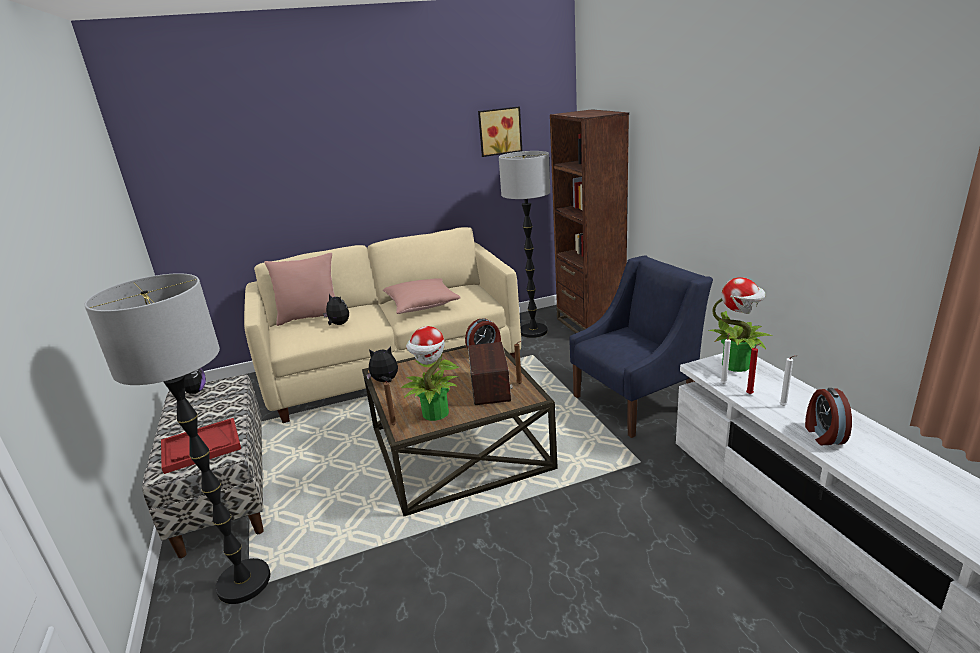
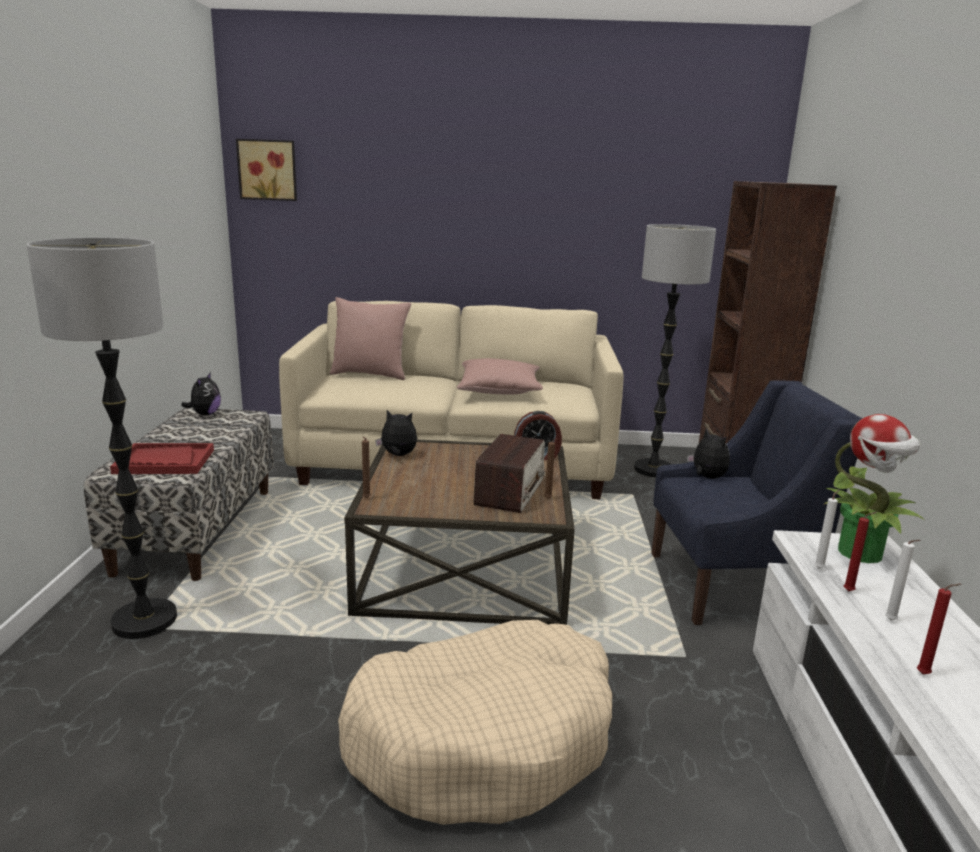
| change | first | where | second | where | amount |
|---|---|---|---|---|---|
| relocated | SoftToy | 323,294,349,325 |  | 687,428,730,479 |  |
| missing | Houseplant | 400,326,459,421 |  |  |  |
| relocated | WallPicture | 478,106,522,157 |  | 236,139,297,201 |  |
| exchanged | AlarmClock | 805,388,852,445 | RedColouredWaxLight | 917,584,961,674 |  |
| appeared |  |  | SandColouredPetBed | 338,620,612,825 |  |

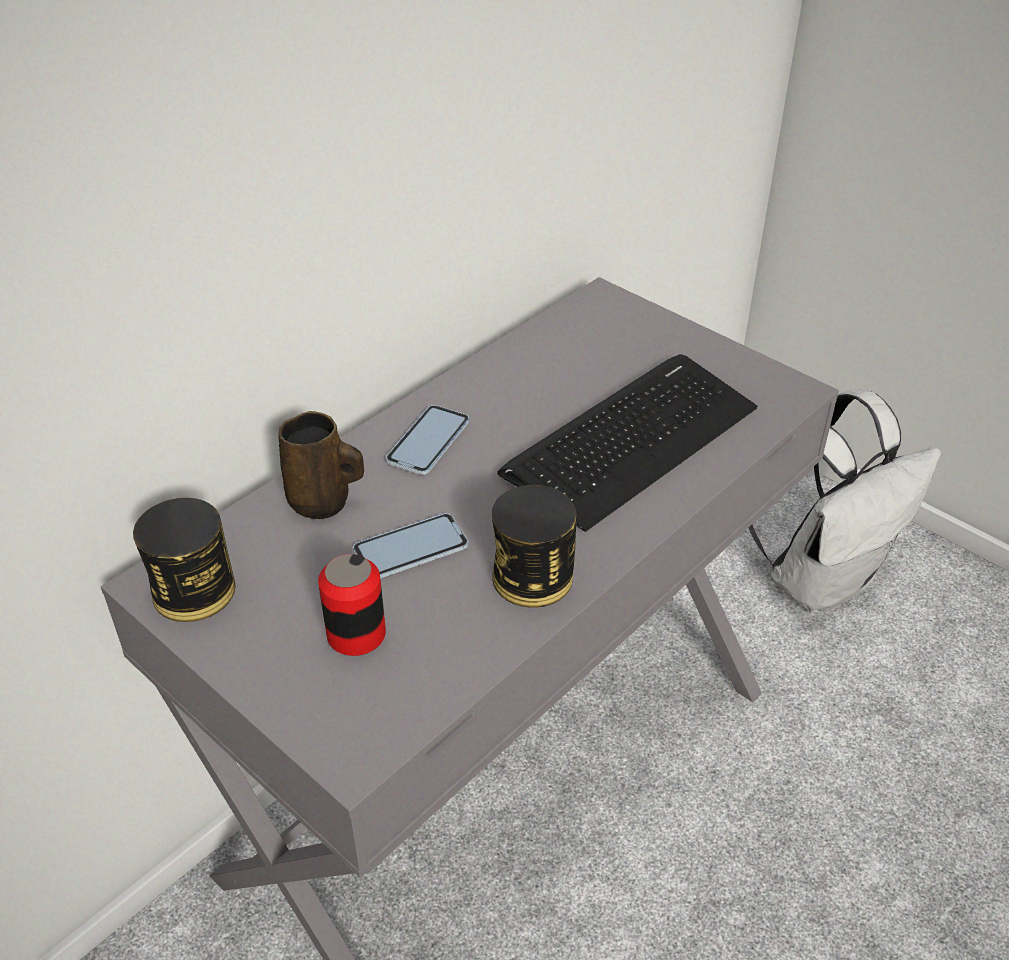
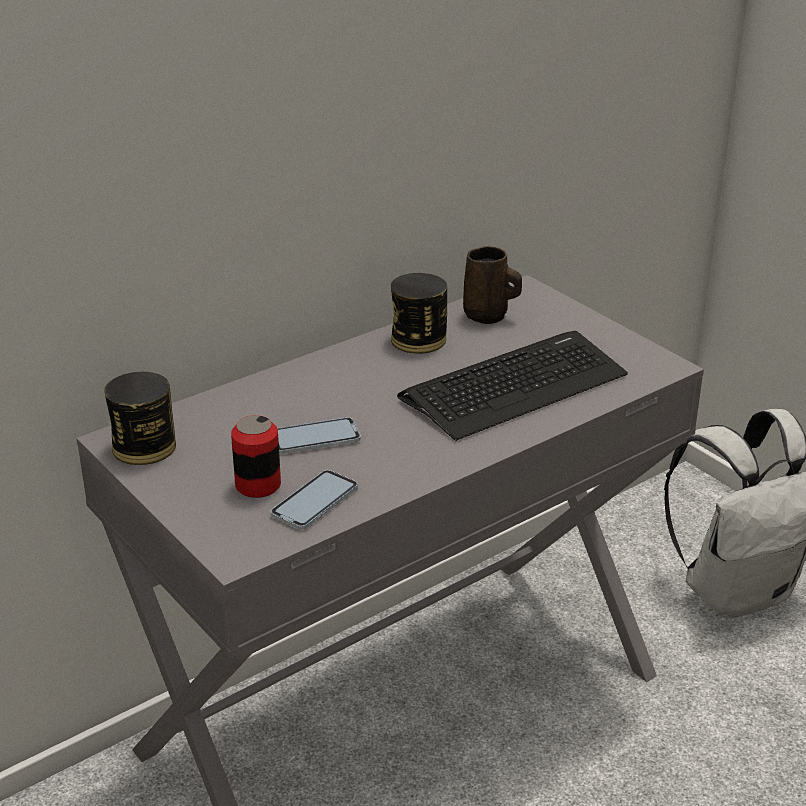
| change | first | where | second | where | amount |
|---|---|---|---|---|---|
| relocated | BrownColouredCoffeeMug | 279,411,364,519 |  | 463,246,522,324 |  |
| relocated | Phone | 386,405,469,475 |  | 270,470,358,529 |  |
| relocated | Can | 492,485,576,608 |  | 391,273,447,354 |  |

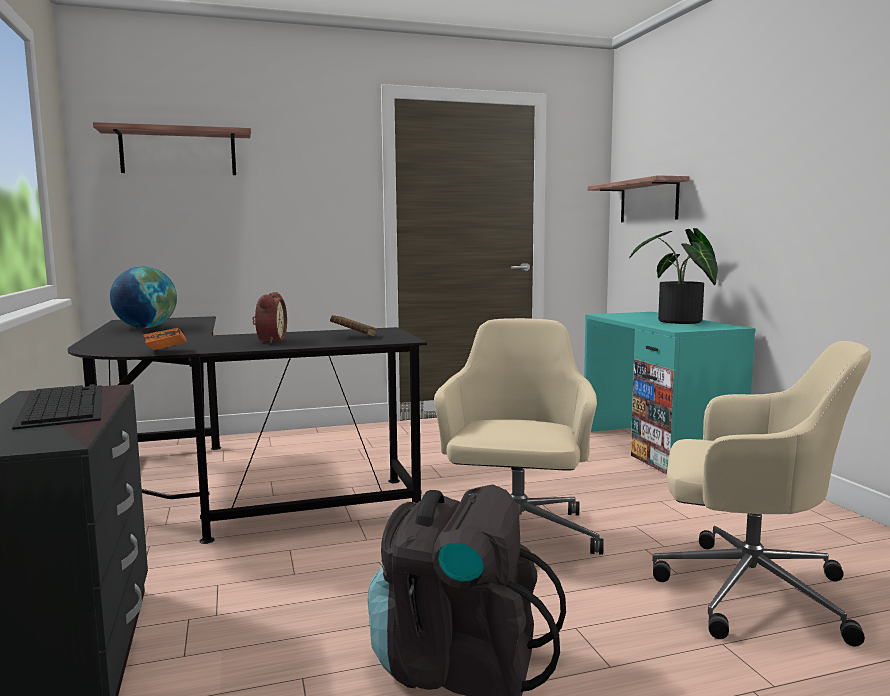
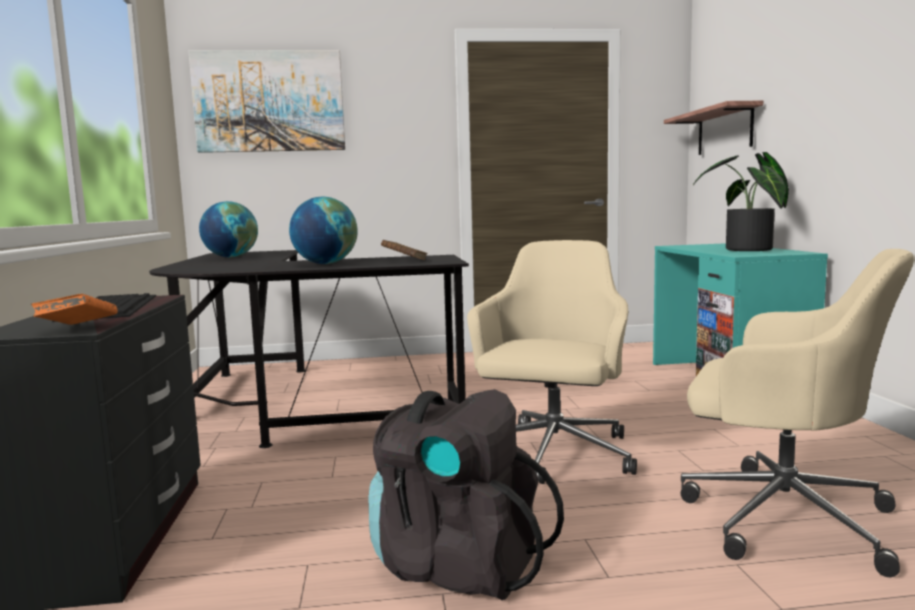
| change | first | where | second | where | amount |
|---|---|---|---|---|---|
| exchanged | BracketShelf | 93,122,251,175 | WallPicture | 189,50,345,153 |  |
| relocated | OrangeyBoundBook | 143,328,186,350 |  | 30,294,118,325 |  |
| exchanged | AlarmClock | 252,292,287,343 | WorldGlobe | 289,197,358,264 |  |

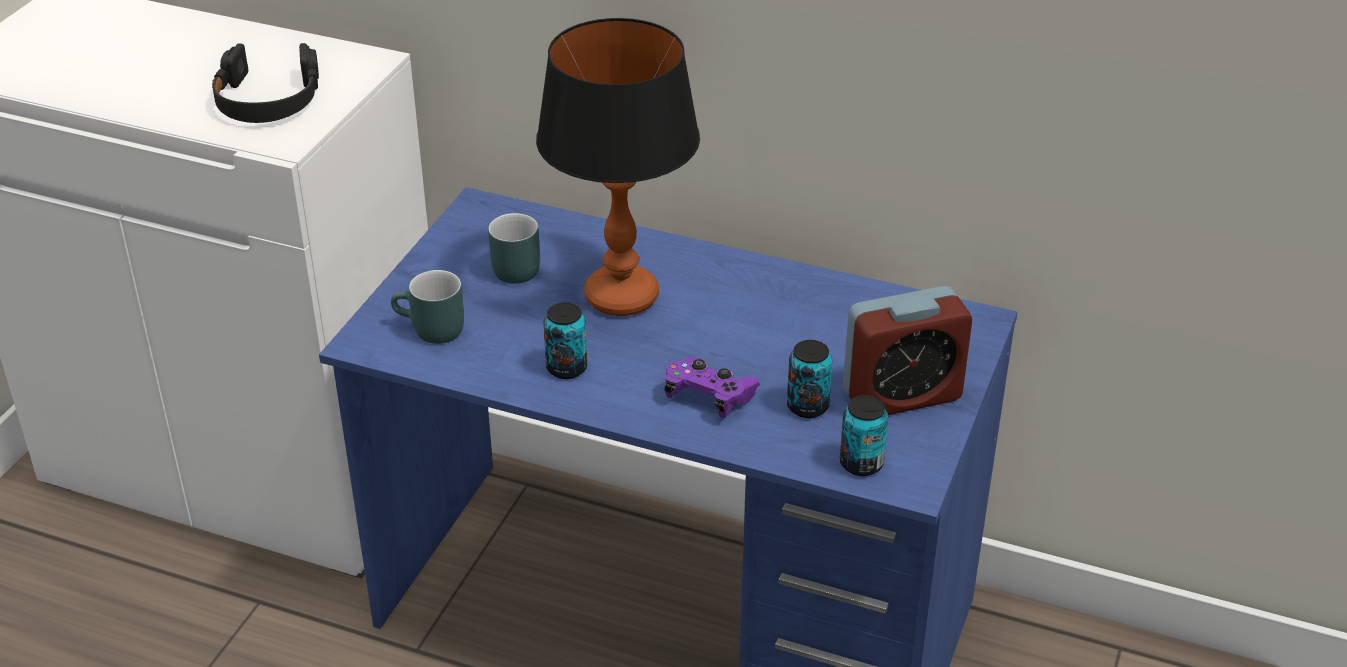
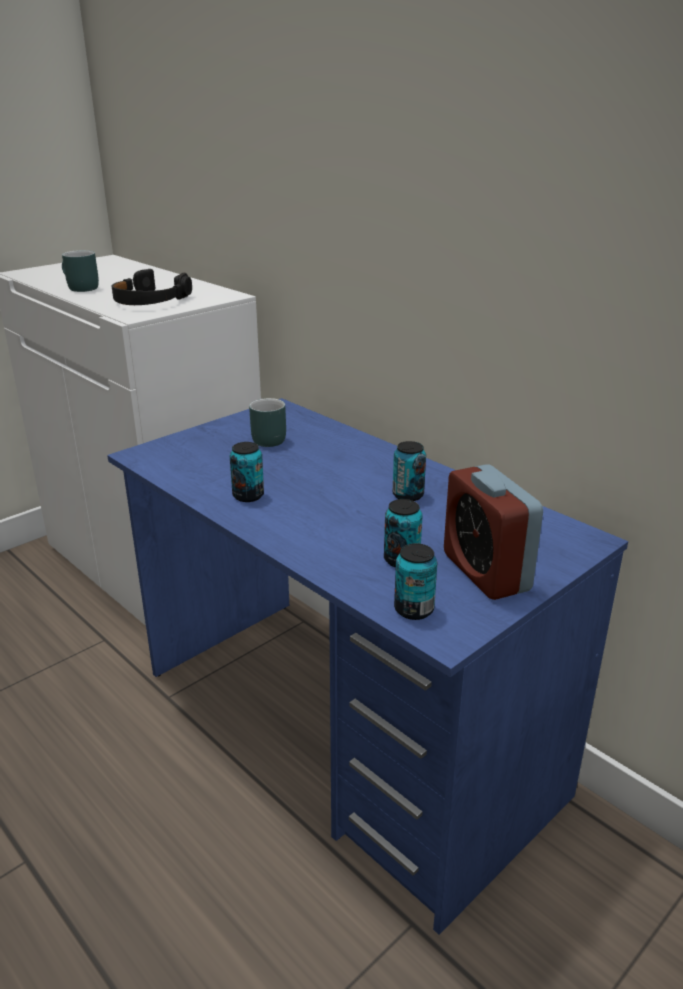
| change | first | where | second | where | amount |
|---|---|---|---|---|---|
| relocated | TurquoiseCoffeeMug | 391,270,464,344 |  | 62,250,99,292 |  |
| missing | LampForATable | 536,18,700,316 |  |  |  |
| missing | PurpleGameController | 665,356,760,418 |  |  |  |
| spun | AlarmClock | 843,286,972,415 |  | 444,464,543,600 | 60 degrees clockwise |
| appeared |  |  | Can | 393,441,426,501 |  |

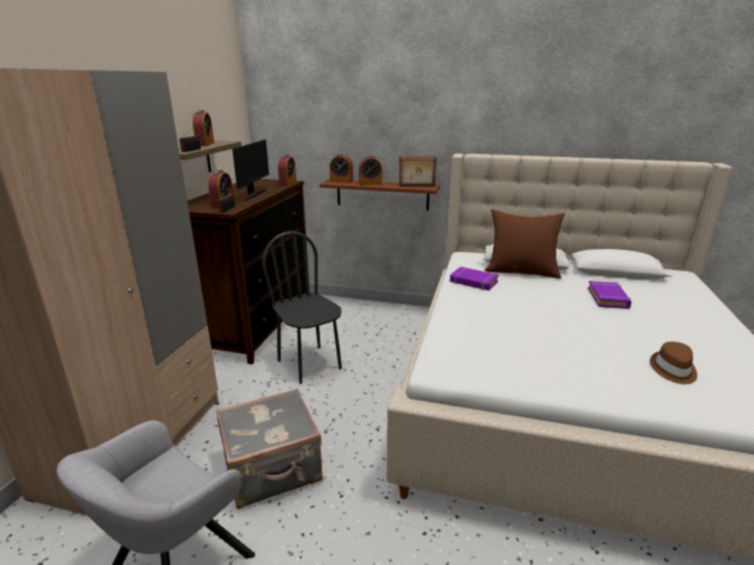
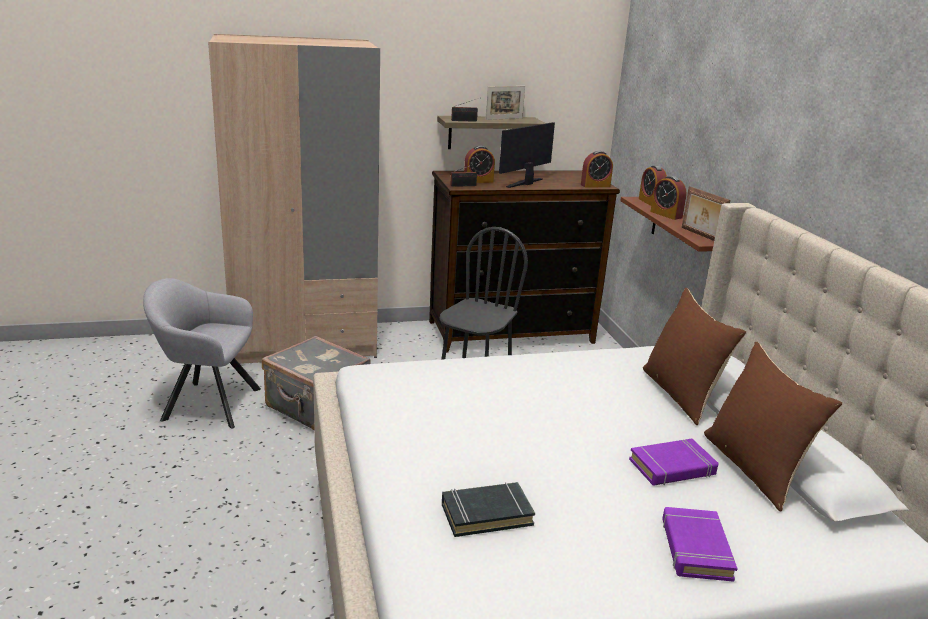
| change | first | where | second | where | amount |
|---|---|---|---|---|---|
| exchanged | AlarmClock | 193,110,214,146 | PhotoFrame | 485,86,525,120 |  |
| spun | ComputerScreen | 232,140,269,201 |  | 499,122,555,188 | 150 degrees clockwise |
| relocated | PurpleBoundBook | 450,267,499,291 |  | 662,507,738,582 |  |
| exchanged | BrownColouredHat | 650,342,697,384 | BlackColouredBoundBook | 442,482,535,537 |  |
| appeared |  |  | BrownColouredCushion | 704,342,843,511 |  |

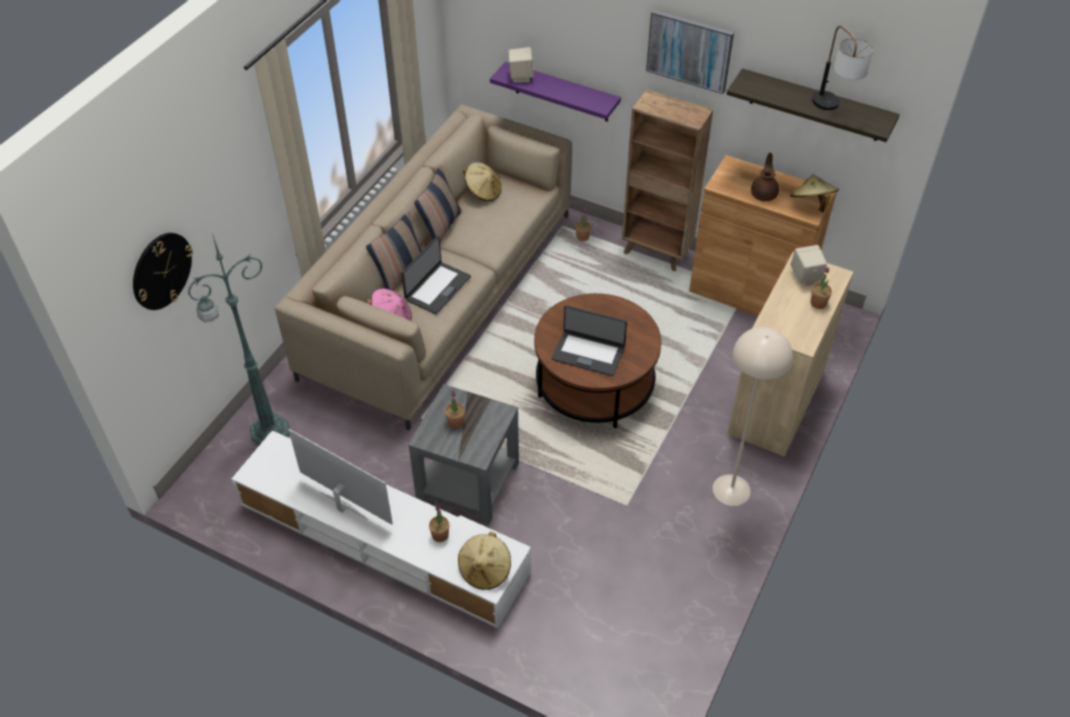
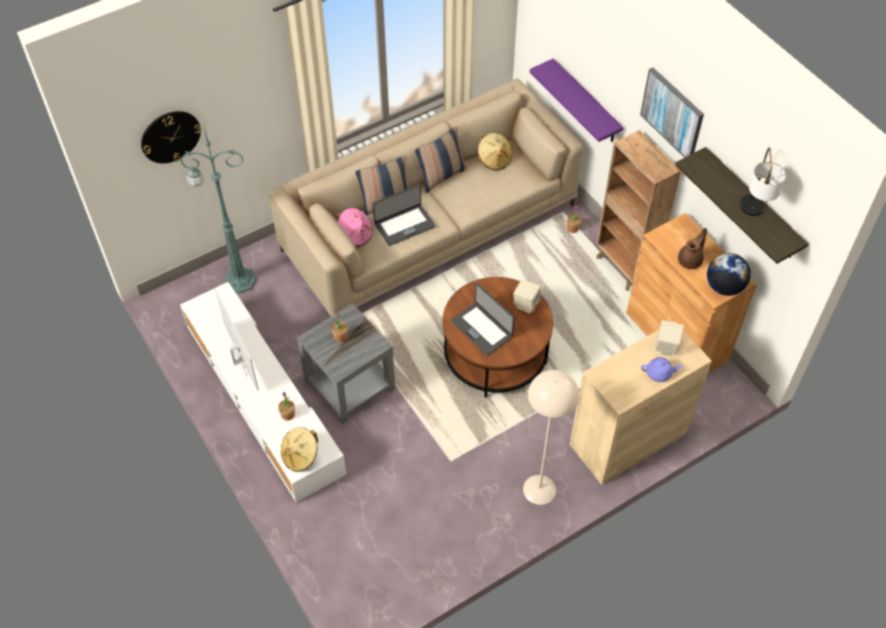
| change | first | where | second | where | amount |
|---|---|---|---|---|---|
| relocated | SandColouredSpeaker | 508,47,534,82 |  | 513,280,541,314 |  |
| exchanged | SandColouredHat | 790,174,839,212 | WorldGlobe | 707,253,751,296 |  |
| exchanged | Houseplant | 811,267,832,309 | PurpleTeaPot | 641,357,683,382 |  |

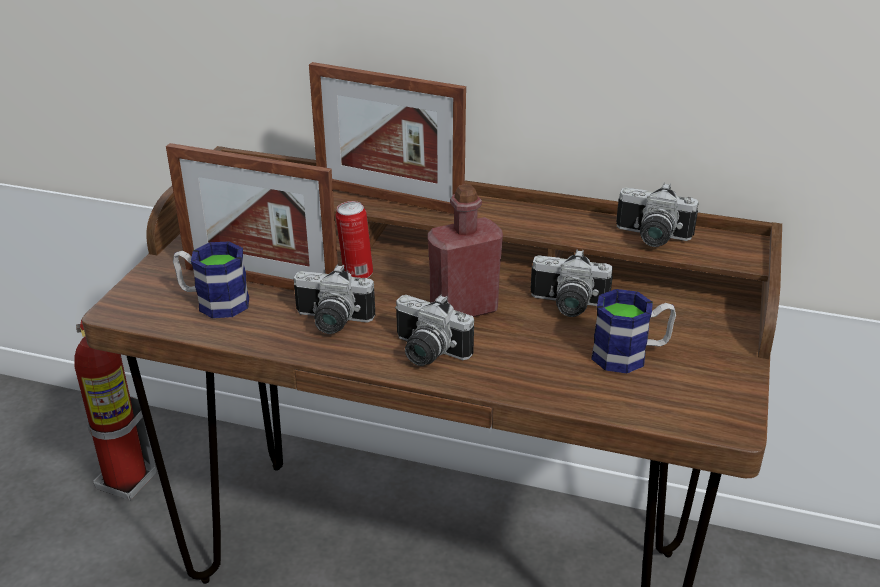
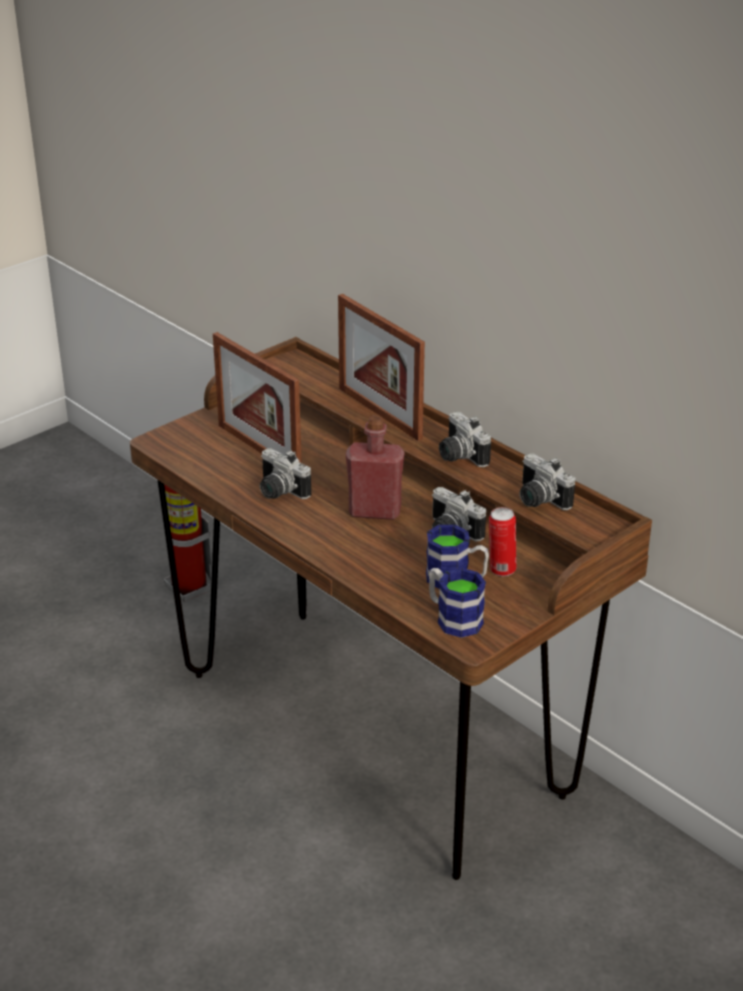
| change | first | where | second | where | amount |
|---|---|---|---|---|---|
| relocated | CoffeeMug | 173,241,249,318 |  | 429,568,486,638 |  |
| relocated | Can | 336,201,373,278 |  | 489,507,516,576 |  |
| relocated | StillCamera | 395,295,474,366 |  | 439,411,491,467 |  |

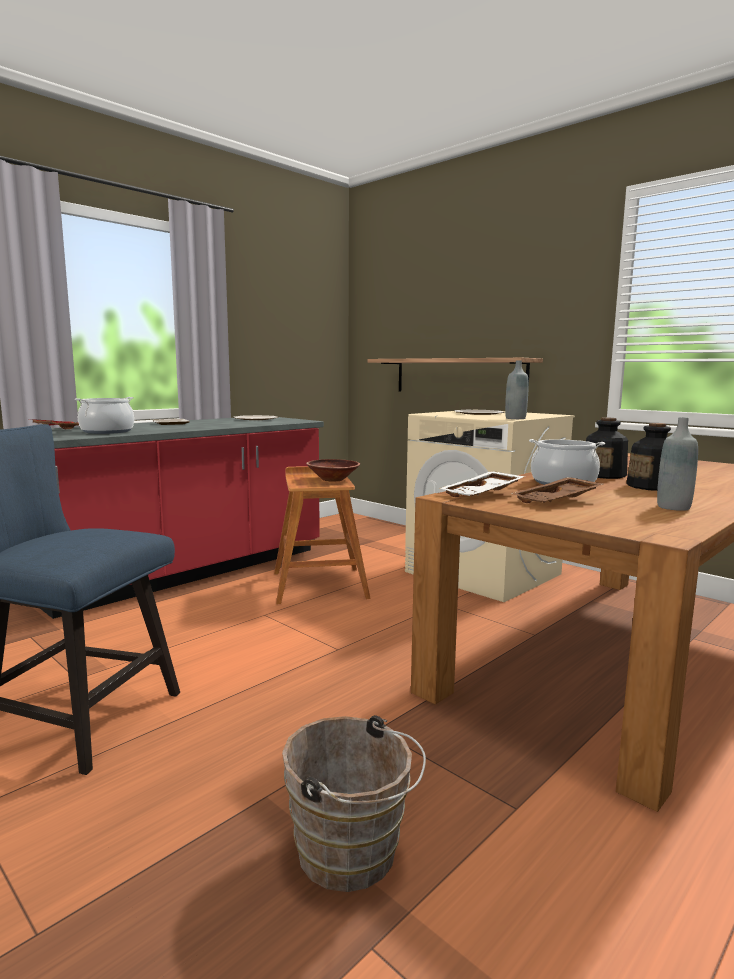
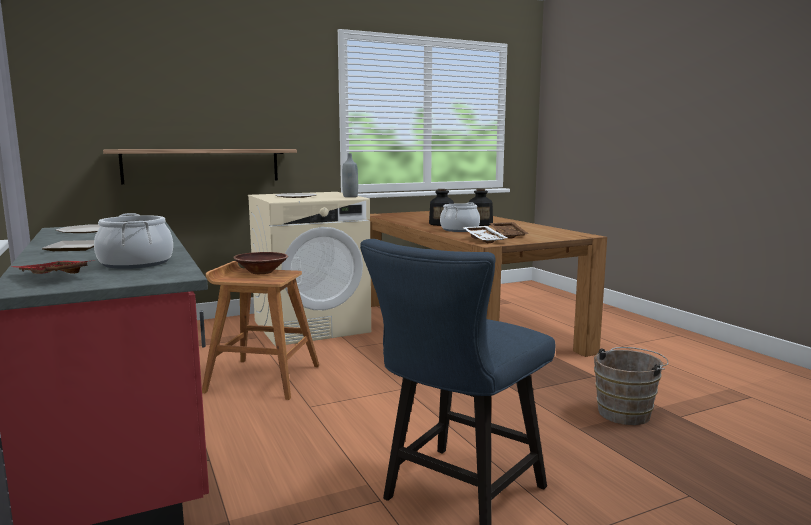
| change | first | where | second | where | amount |
|---|---|---|---|---|---|
| missing | GreyishBeverageBottle | 657,417,698,511 |  |  |  |

